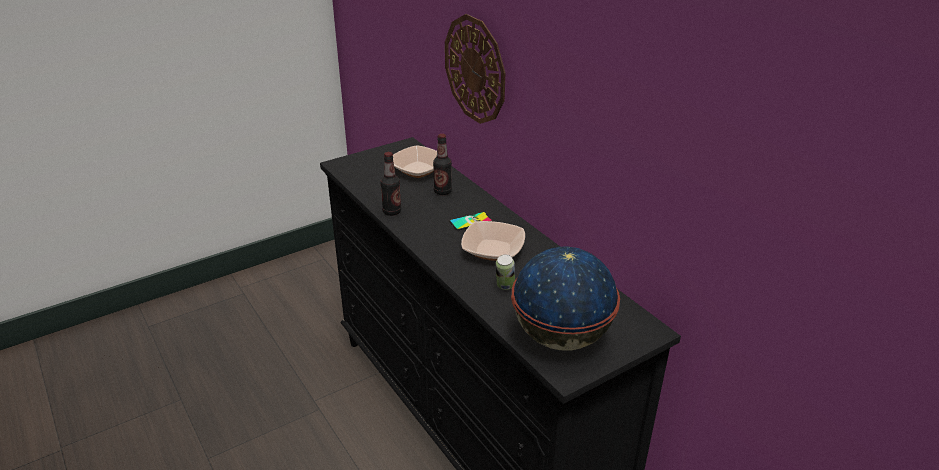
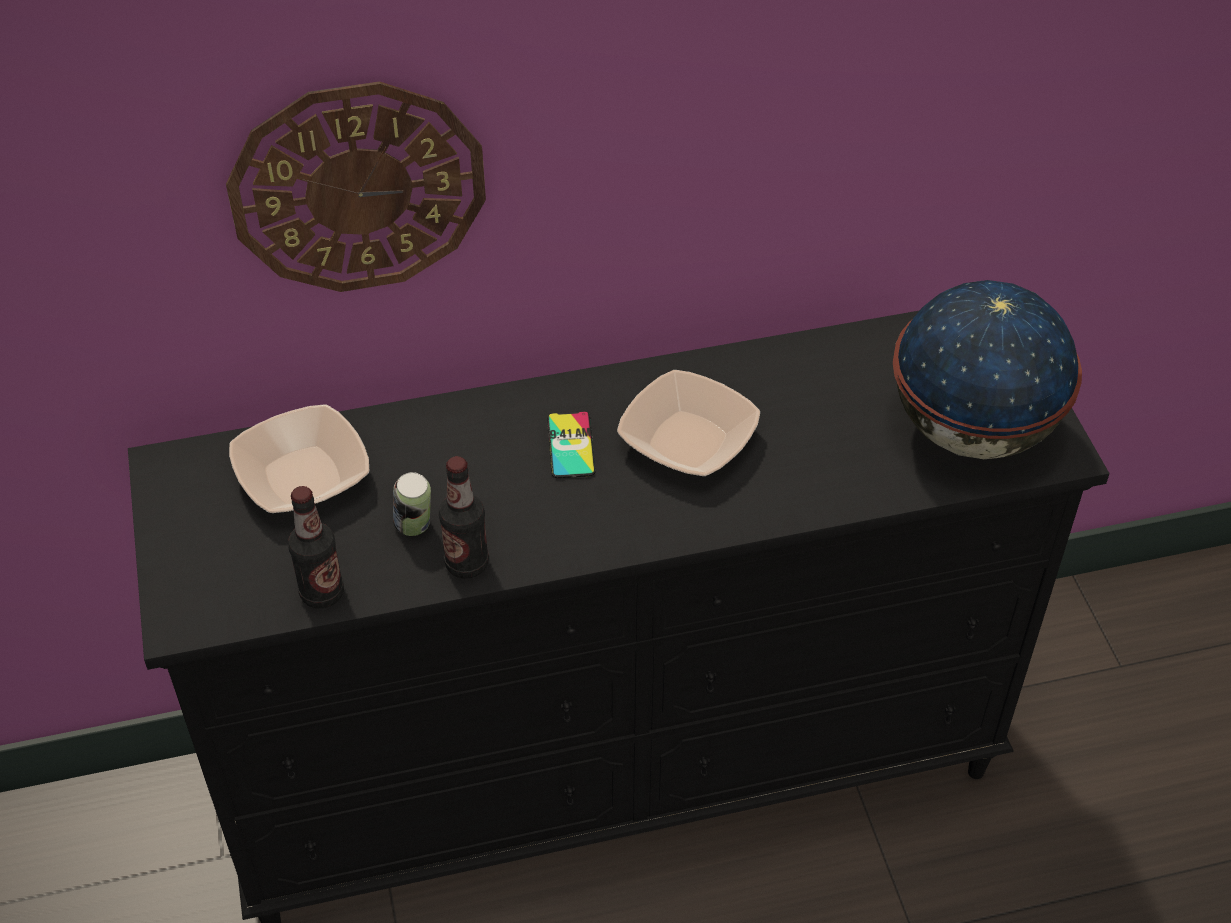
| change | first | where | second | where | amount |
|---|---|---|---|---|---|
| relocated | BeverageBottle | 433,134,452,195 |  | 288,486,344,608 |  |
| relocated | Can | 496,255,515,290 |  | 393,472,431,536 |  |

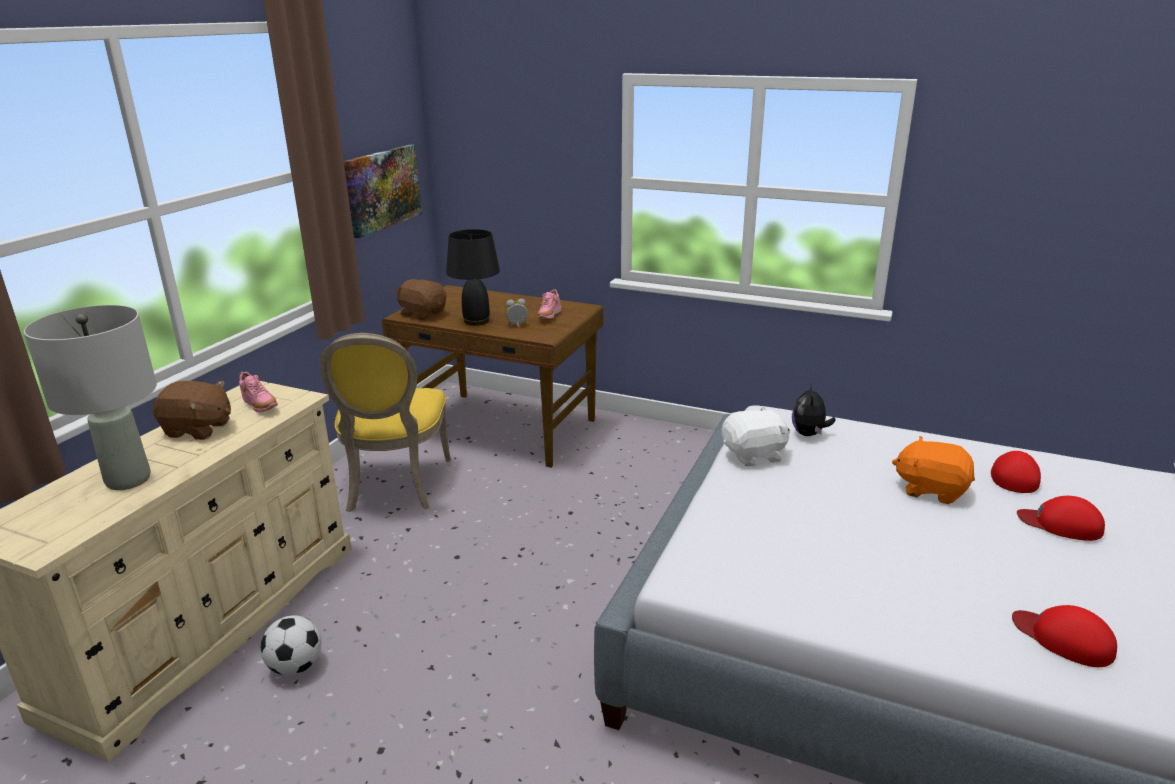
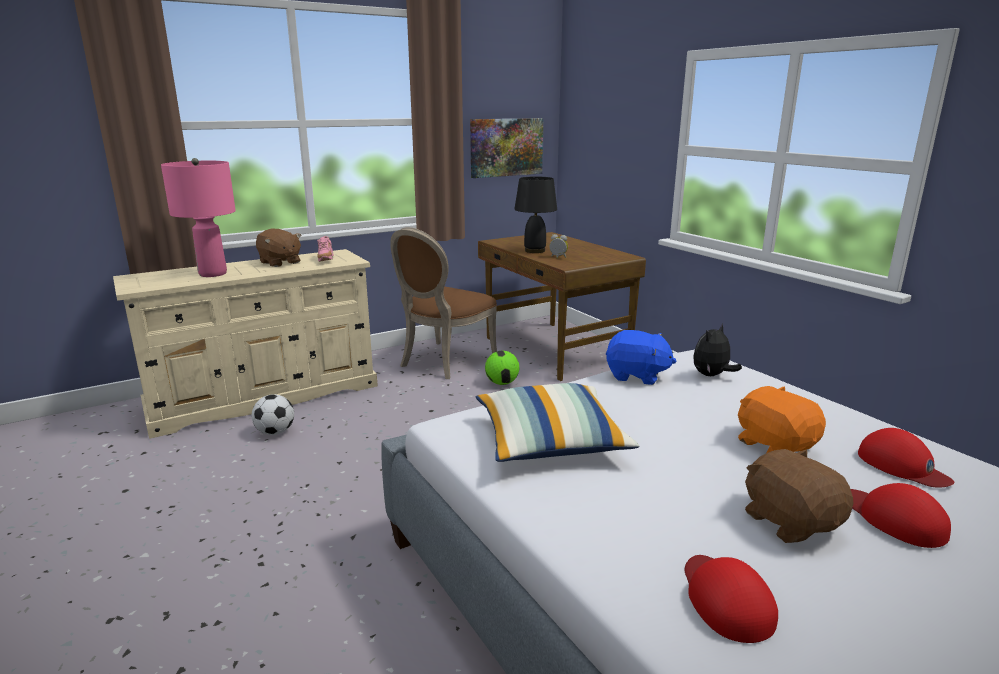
| change | first | where | second | where | amount |
|---|---|---|---|---|---|
| colour | GreyishLampForATable | 24,305,157,490 | PinkishLampForATable | 161,158,236,277 |  |
| colour | YellowishUprightChair | 320,333,451,512 | BrownColouredUprightChair | 390,227,497,379 |  |
| relocated | BrownColouredSoftToy | 395,278,446,320 |  | 745,449,853,543 |  |
| missing | PinkishShoe | 537,289,562,319 |  |  |  |
| colour | WhiteColouredSoftToy | 722,406,790,467 | BlueColouredSoftToy | 606,330,676,385 |  |
| spun | RedColouredPeakedCap | 991,451,1041,493 |  | 858,428,954,488 | 90 degrees clockwise |
| appeared |  |  | Cushion | 476,383,640,462 |  |
| appeared |  |  | Football | 485,351,519,385 |  |

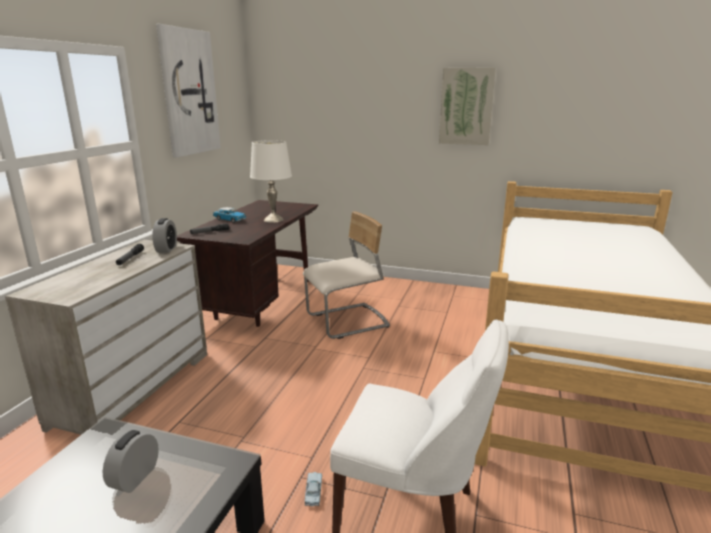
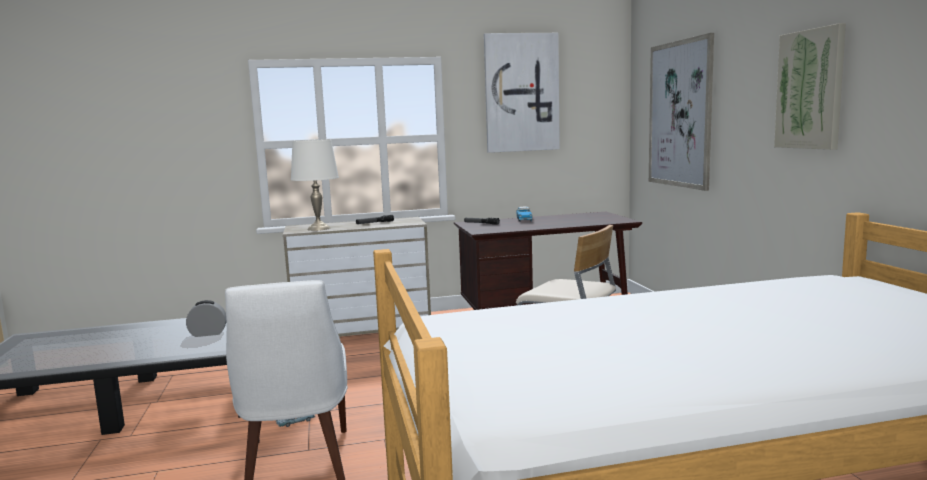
| change | first | where | second | where | amount |
|---|---|---|---|---|---|
| missing | AlarmClock | 152,218,177,253 |  |  |  |
| relocated | WhiteColouredLampForATable | 250,140,292,223 |  | 291,139,339,231 |  |
| appeared |  |  | WallPicture | 649,33,714,191 |  |

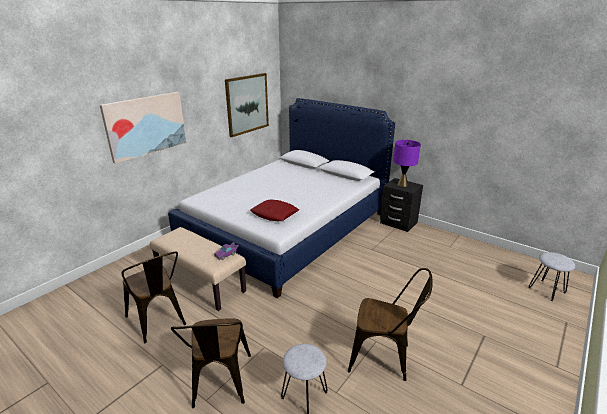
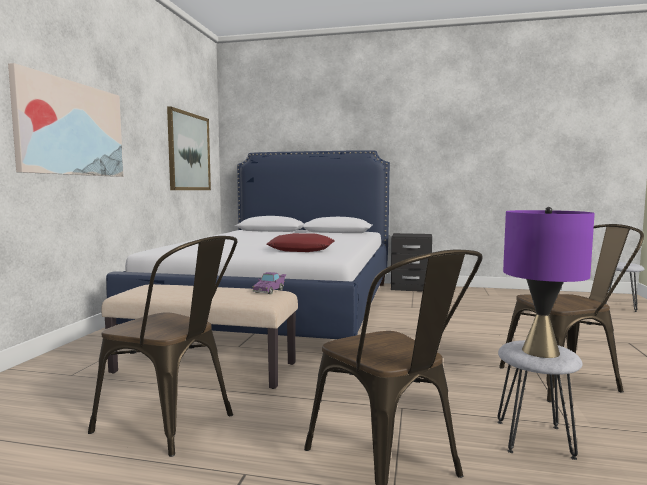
| change | first | where | second | where | amount |
|---|---|---|---|---|---|
| relocated | PurpleLampForATable | 393,140,421,187 |  | 503,207,595,358 |  |

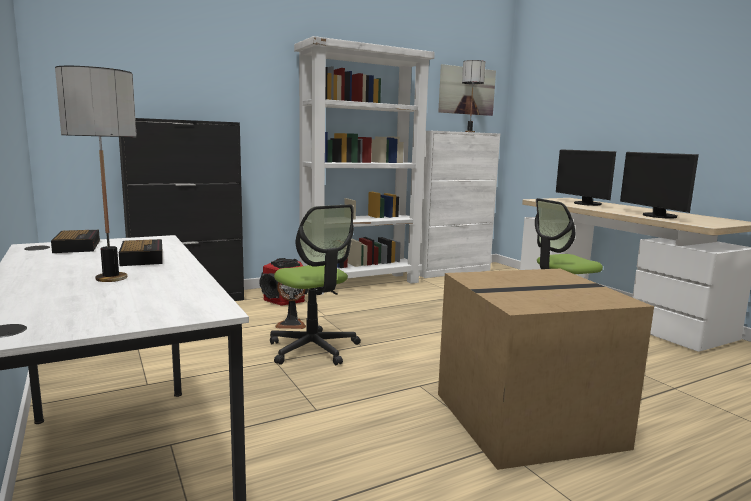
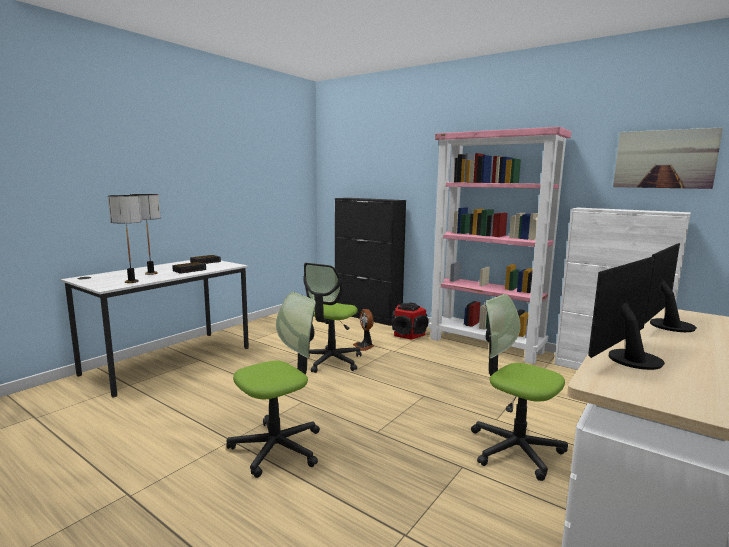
| change | first | where | second | where | amount |
|---|---|---|---|---|---|
| colour | WhiteColouredBookcase | 294,36,435,295 | PinkishBookcase | 429,127,571,364 |  |
| exchanged | CardboardBox | 438,269,654,470 | ComputerChair | 226,292,320,478 |  |
| relocated | LampForATable | 462,60,485,132 |  | 108,195,142,283 |  |

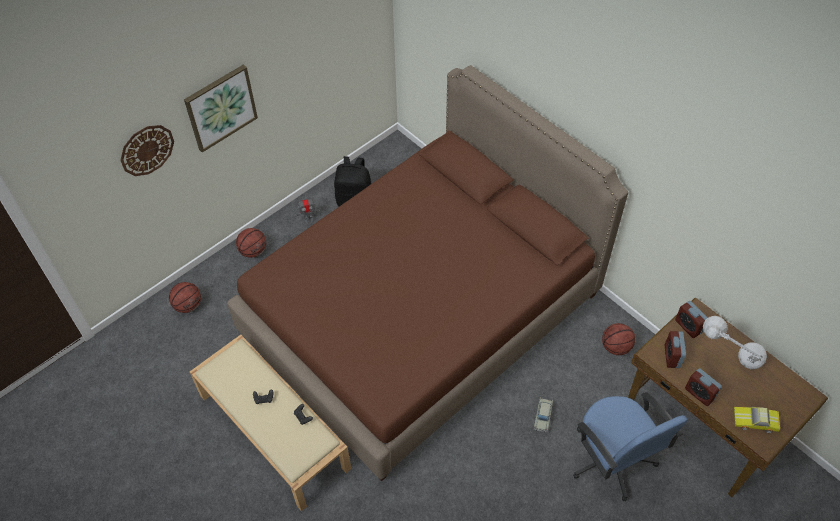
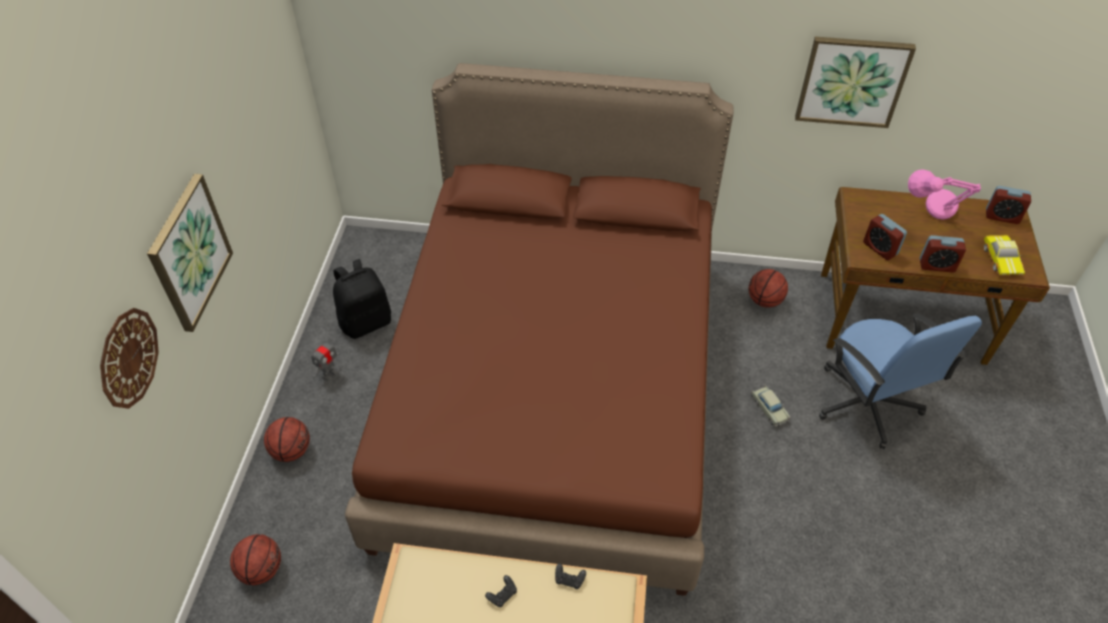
| change | first | where | second | where | amount |
|---|---|---|---|---|---|
| spun | BlueColouredComputerChair | 573,392,688,501 |  | 819,314,982,449 | 45 degrees clockwise |
| relocated | AlarmClock | 675,301,708,338 |  | 986,186,1031,224 |  |
| colour | GreyishLampForATable | 703,316,767,369 | PinkishLampForATable | 908,169,981,220 |  |
| spun | ToyCar | 734,406,780,433 |  | 984,235,1025,275 | 60 degrees counterclockwise |
| appeared |  |  | WallPicture | 795,37,916,128 |  |

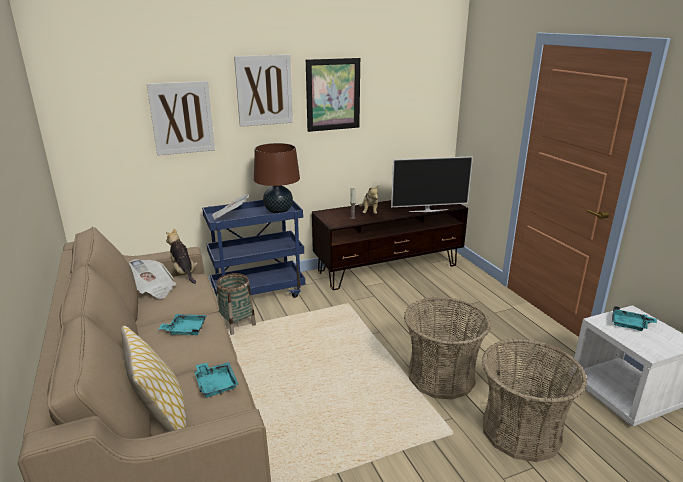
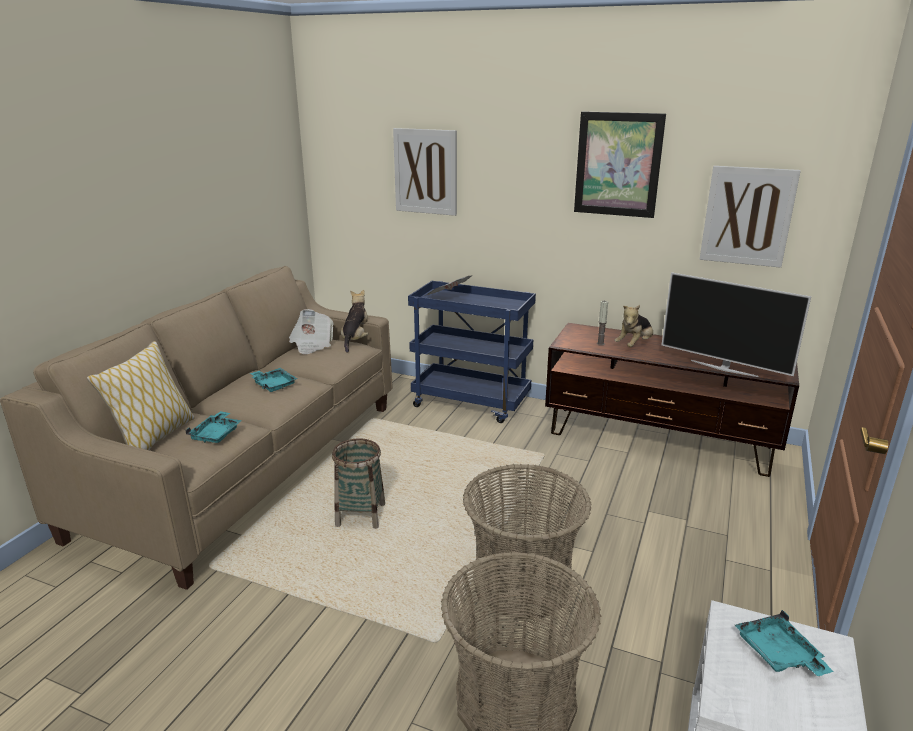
| change | first | where | second | where | amount |
|---|---|---|---|---|---|
| relocated | HouseholdBasket | 216,273,256,335 |  | 332,438,385,529 |  |
| relocated | WallPicture | 234,55,293,127 |  | 699,166,801,268 |  |
| missing | BrownColouredLampForATable | 254,143,300,214 |  |  |  |

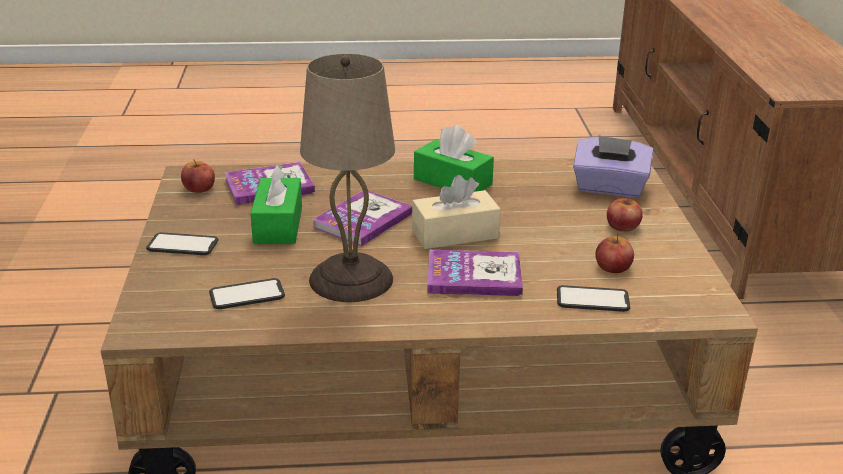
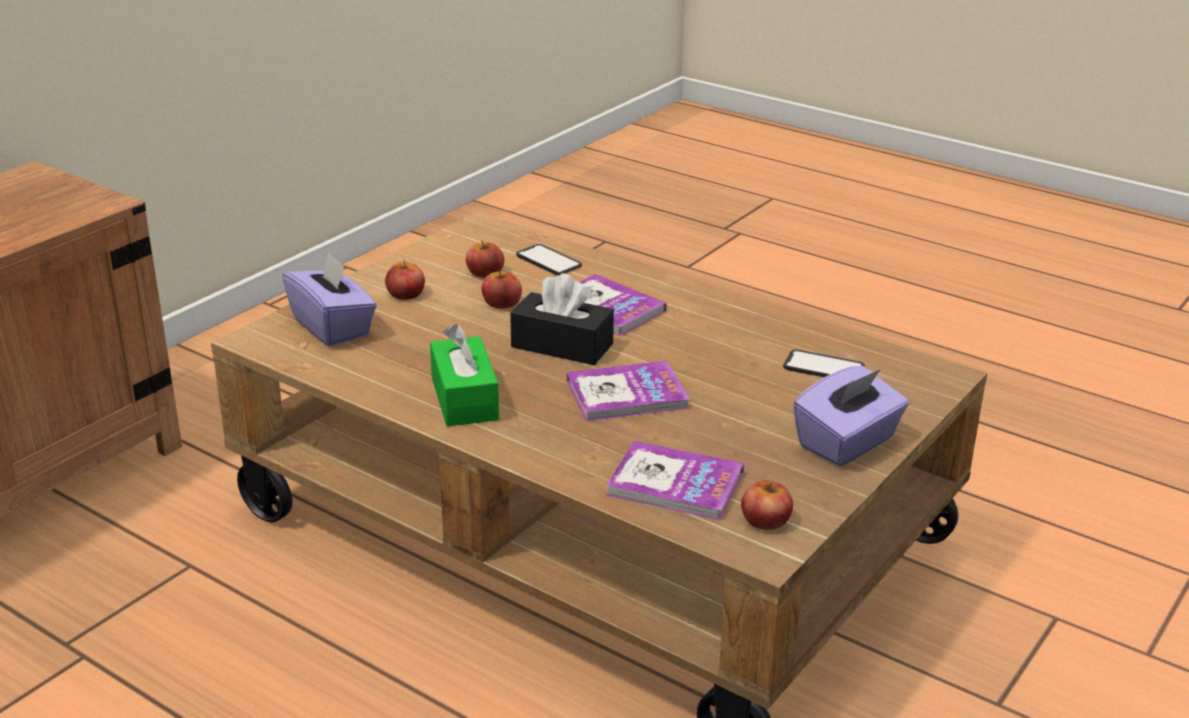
| change | first | where | second | where | amount |
|---|---|---|---|---|---|
| exchanged | Phone | 146,232,218,255 | PurpleTissueHolder | 793,366,909,467 |  |
| missing | GreenishTissueHolder | 250,164,302,244 |  |  |  |
| missing | SandColouredLampForATable | 300,54,395,302 |  |  |  |
| colour | SandColouredTissueHolder | 412,175,500,249 | BlackColouredTissueHolder | 510,273,614,365 |  |
| appeared |  |  | WholeApple | 482,269,522,309 |  |

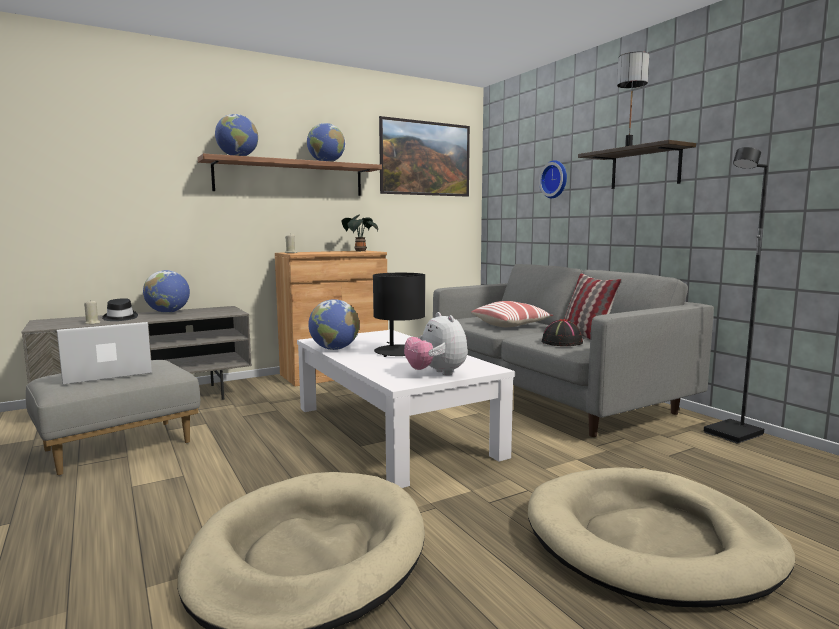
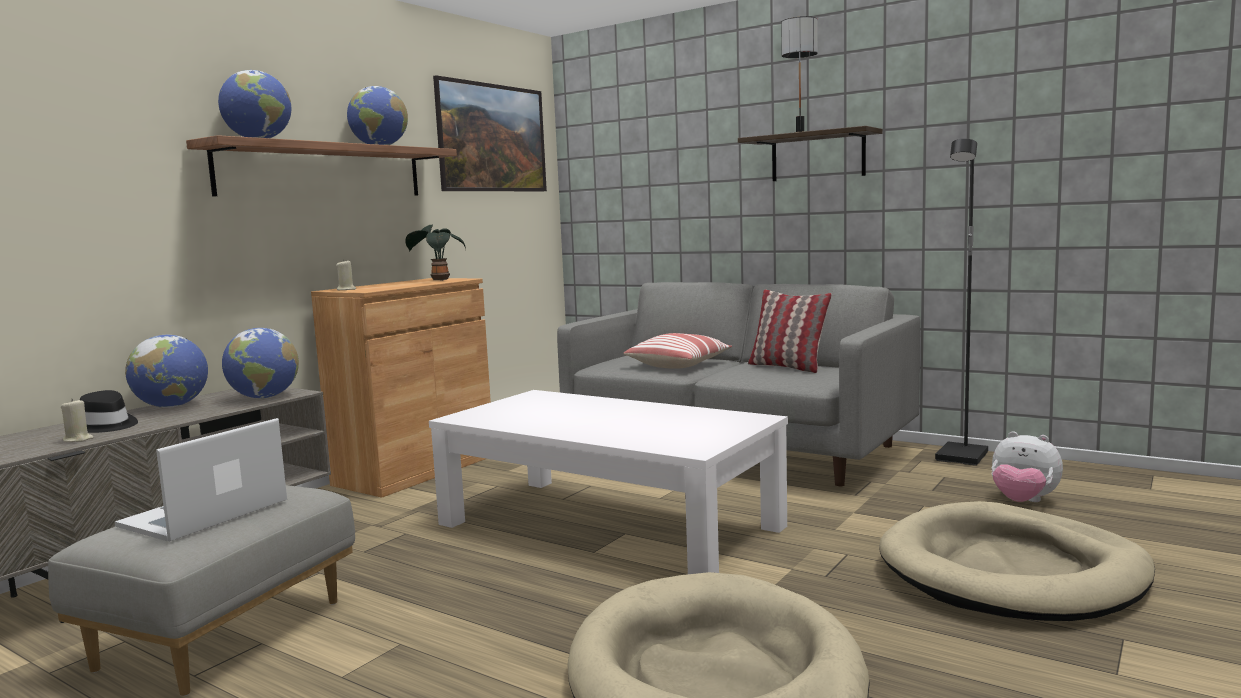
| change | first | where | second | where | amount |
|---|---|---|---|---|---|
| relocated | WorldGlobe | 308,299,359,350 |  | 222,328,299,399 |  |
| missing | BlackColouredLampForATable | 373,273,425,357 |  |  |  |
| relocated | SoftToy | 404,312,467,376 |  | 992,431,1063,502 |  |
| missing | ClockOnTheWall | 539,160,567,198 |  |  |  |
| missing | BlackColouredHat | 542,319,583,346 |  |  |  |

